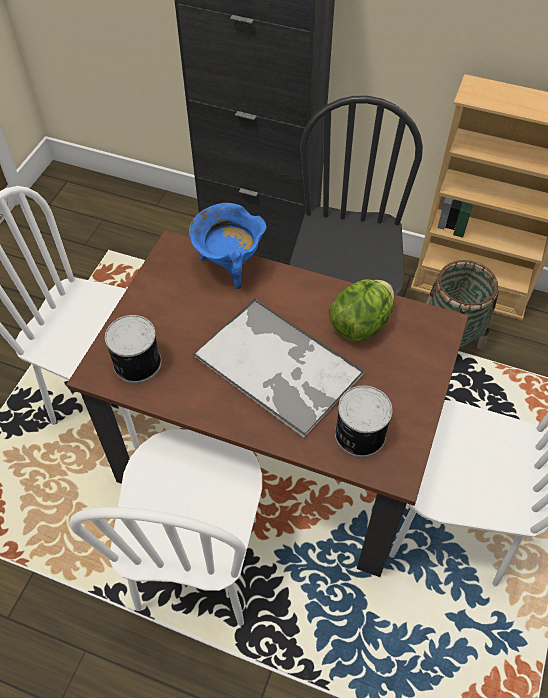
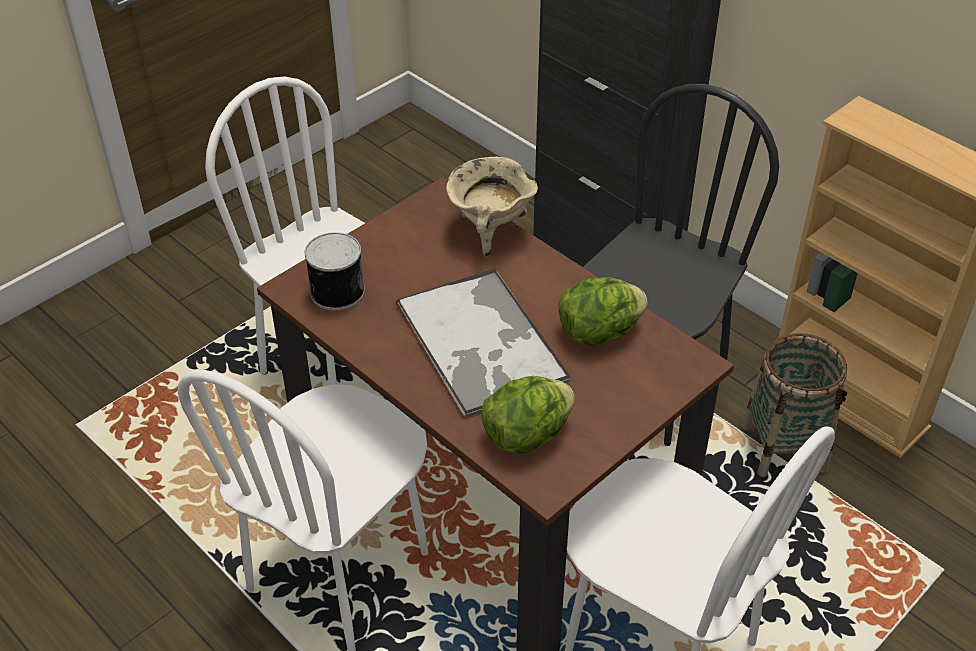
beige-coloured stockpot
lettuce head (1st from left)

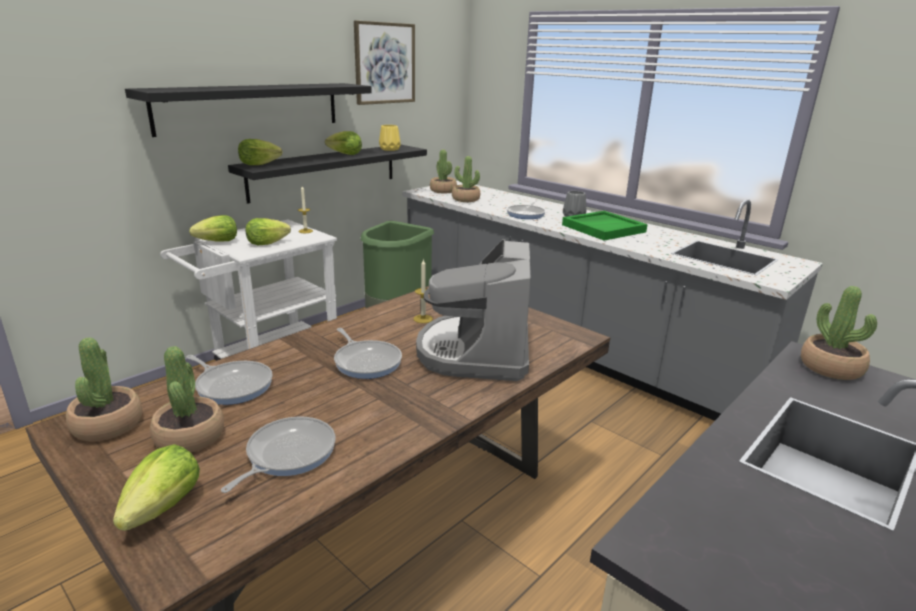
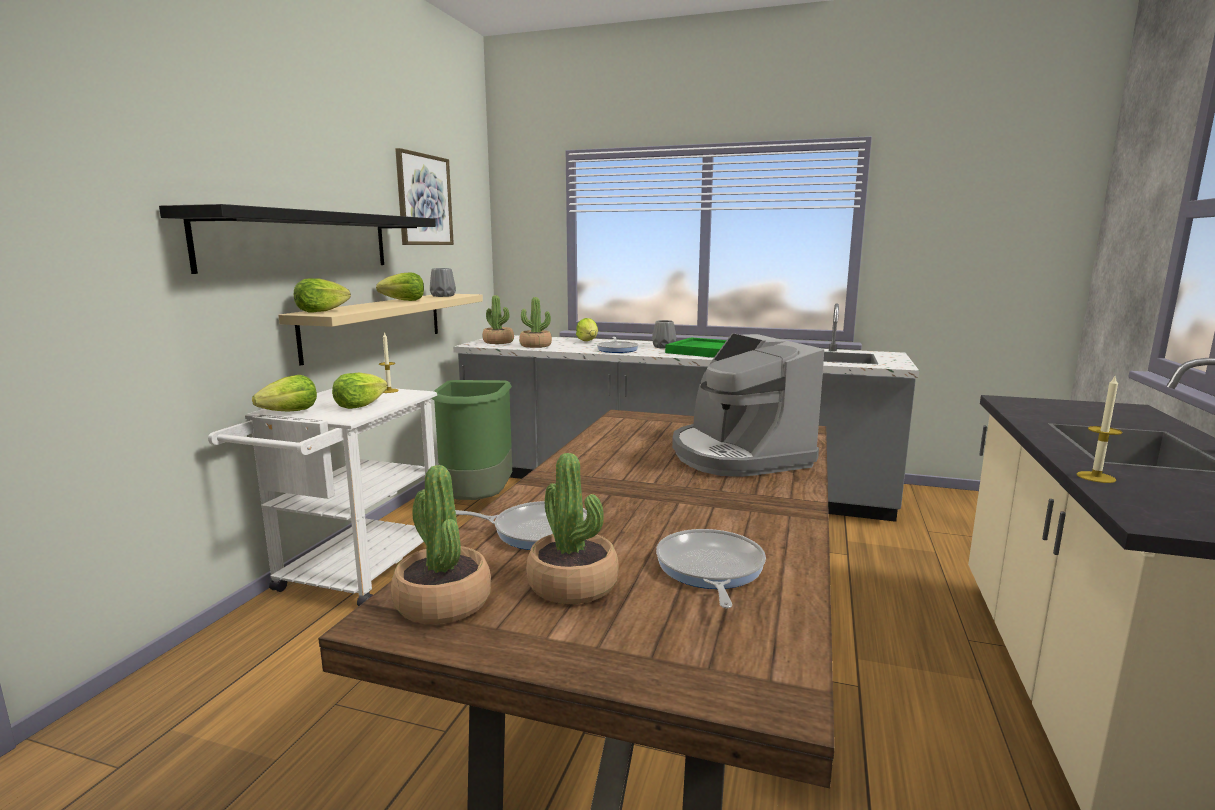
grey flower vase (1st from left)
beige-coloured shelf
candle (2nd from left)
houseplant (5th from left in the first image)
frying pan (3rd from left in the first image)
lettuce head (5th from left)

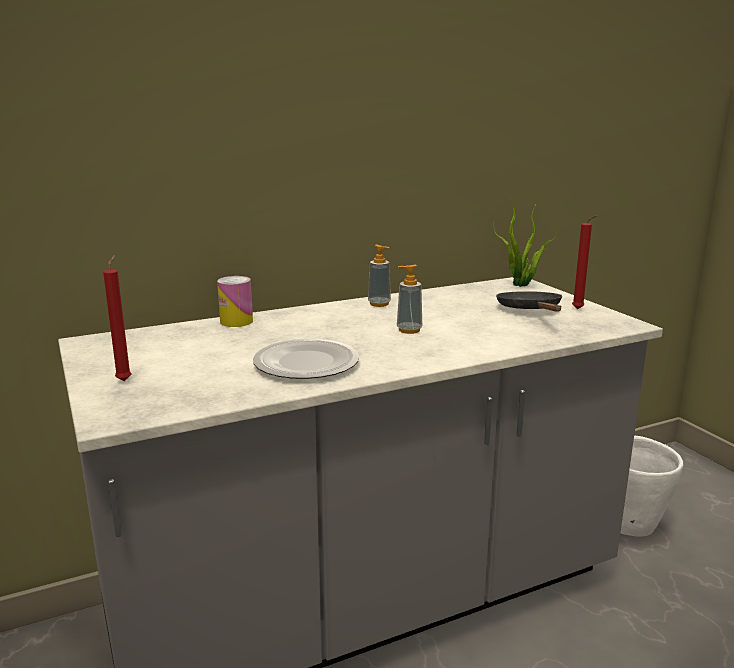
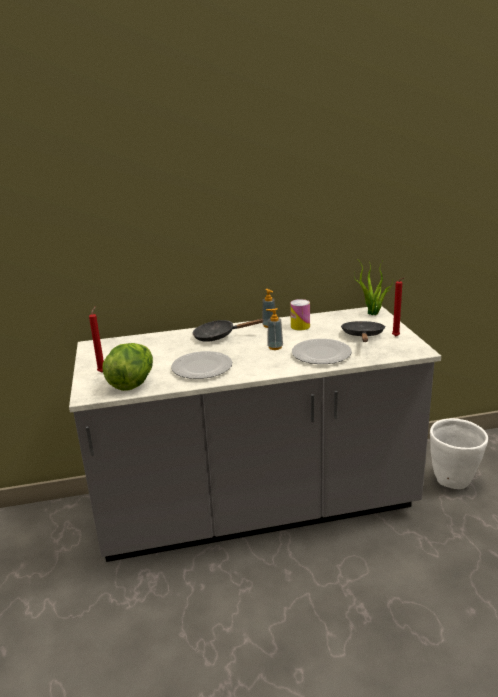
metal can
blackish frying pan (1st from left)
plate (2nd from left)
lettuce head

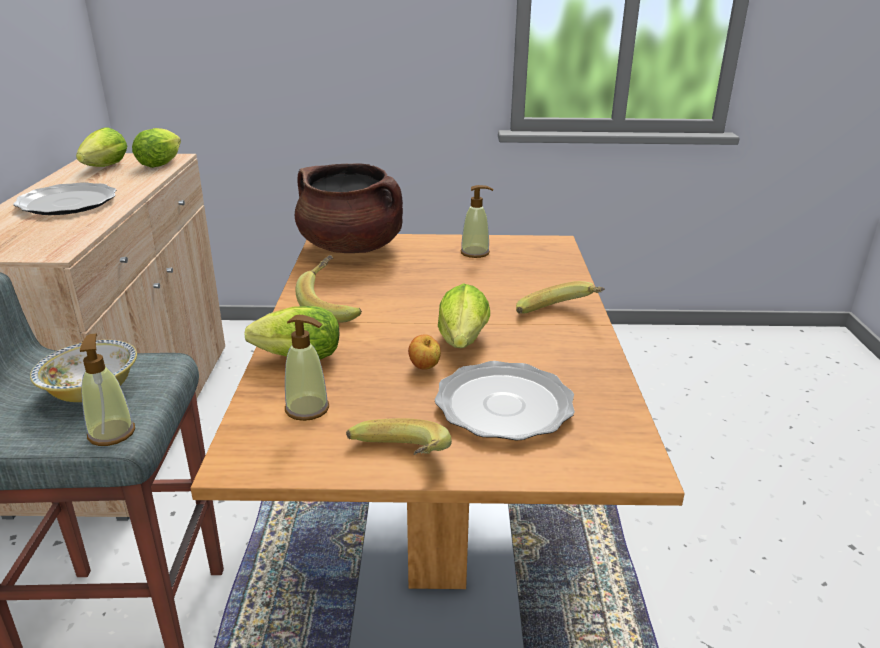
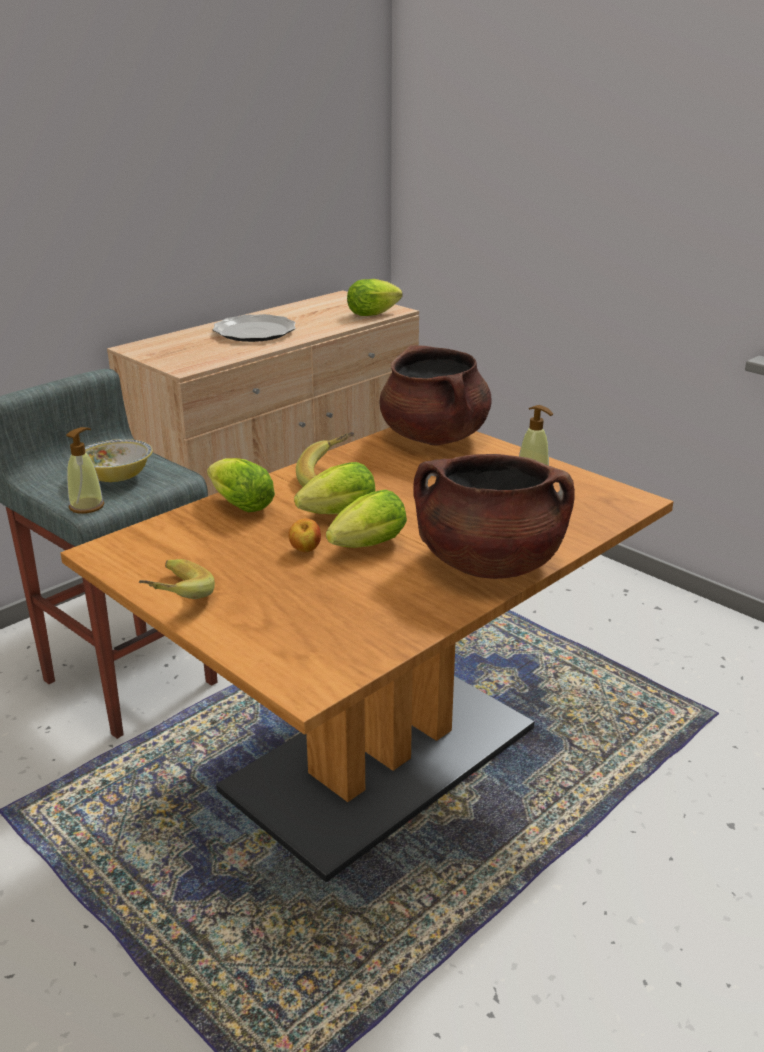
lettuce head (2nd from left)
brown-coloured stockpot (2nd from left)
soap bottle (2nd from left in the first image)
plate (2nd from left in the first image)

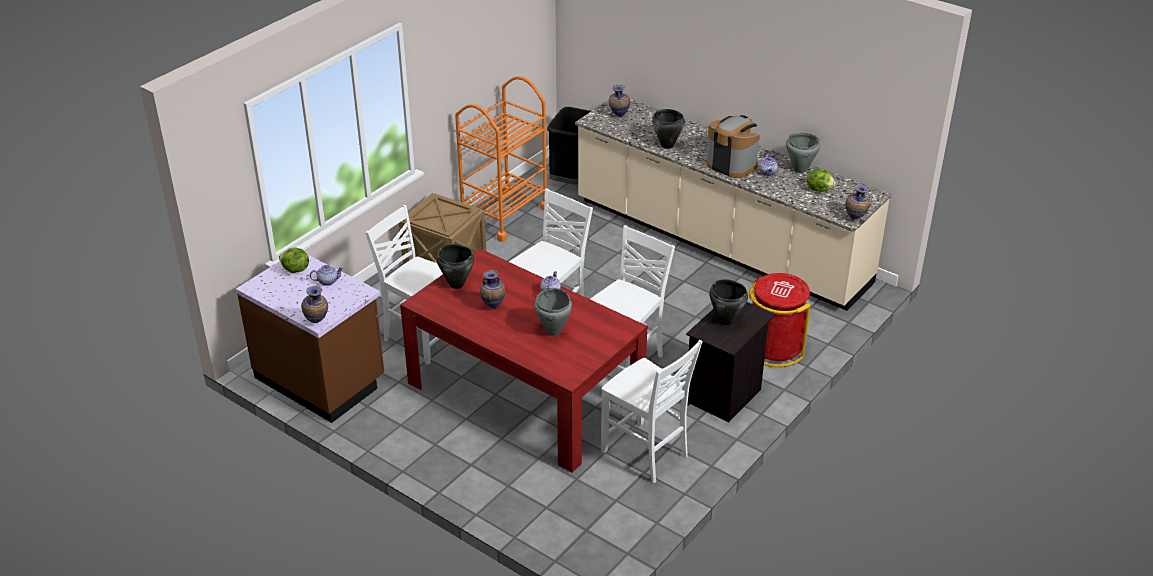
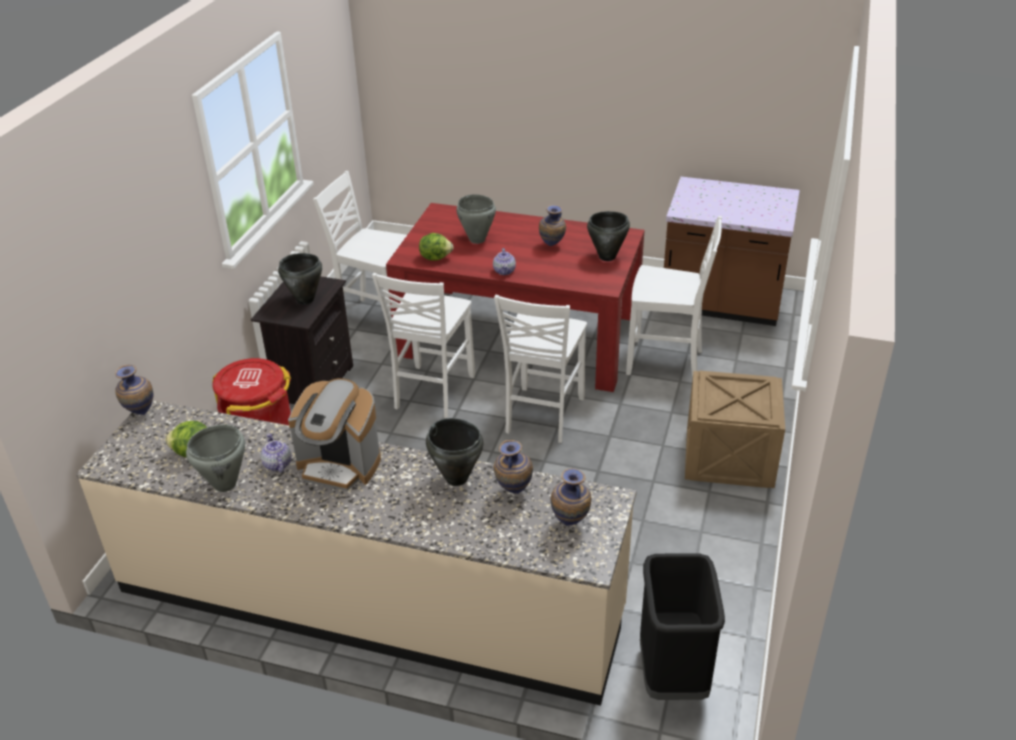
orange-coloured cart
lettuce head (2nd from left)
teapot (1st from left in the first image)
flower vase (2nd from left)

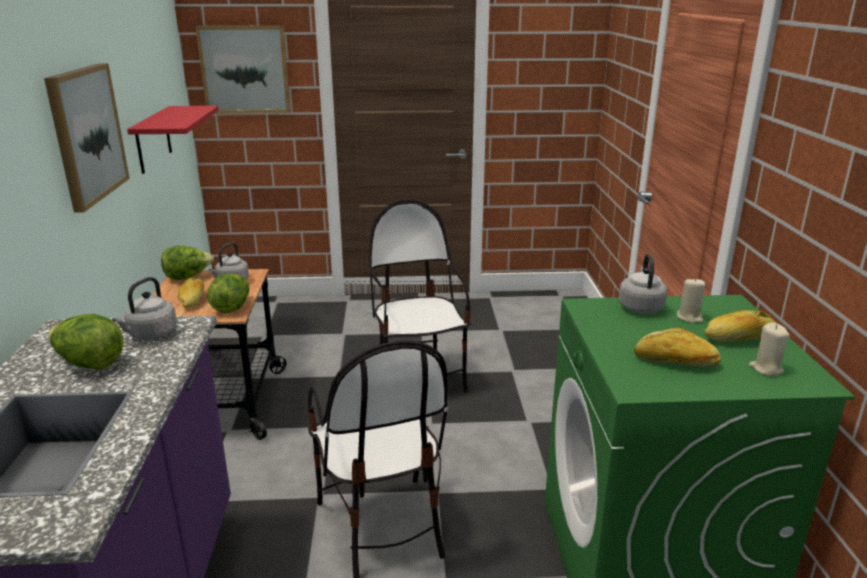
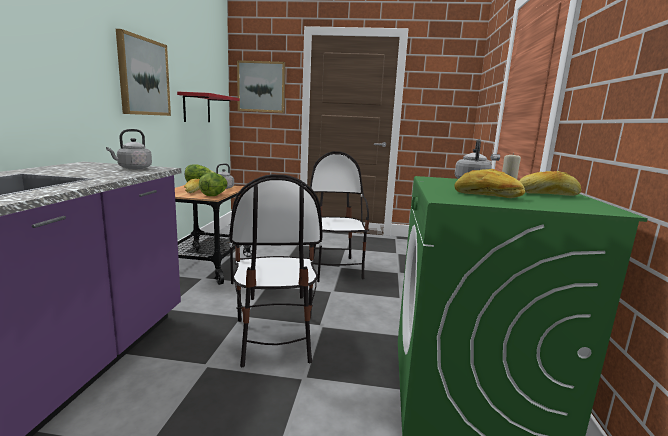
lettuce head (1st from left in the first image)
beige-coloured candle (2nd from left in the first image)

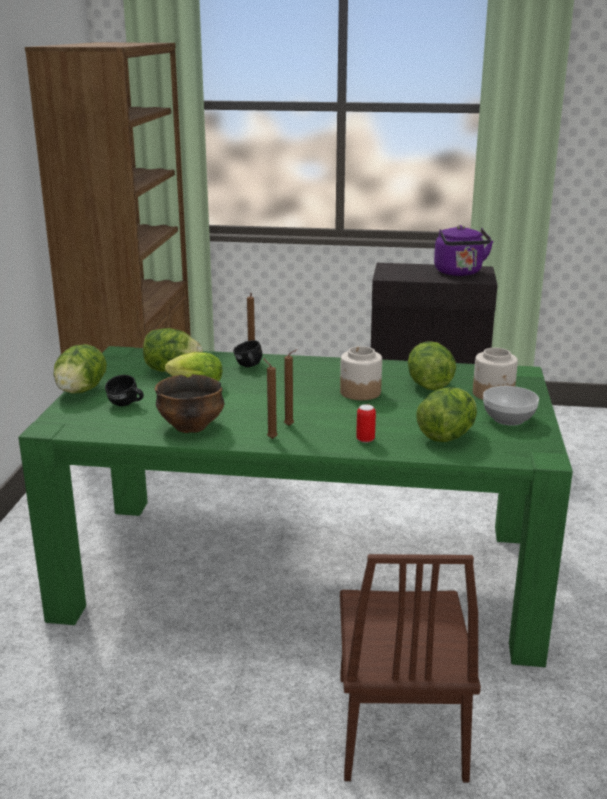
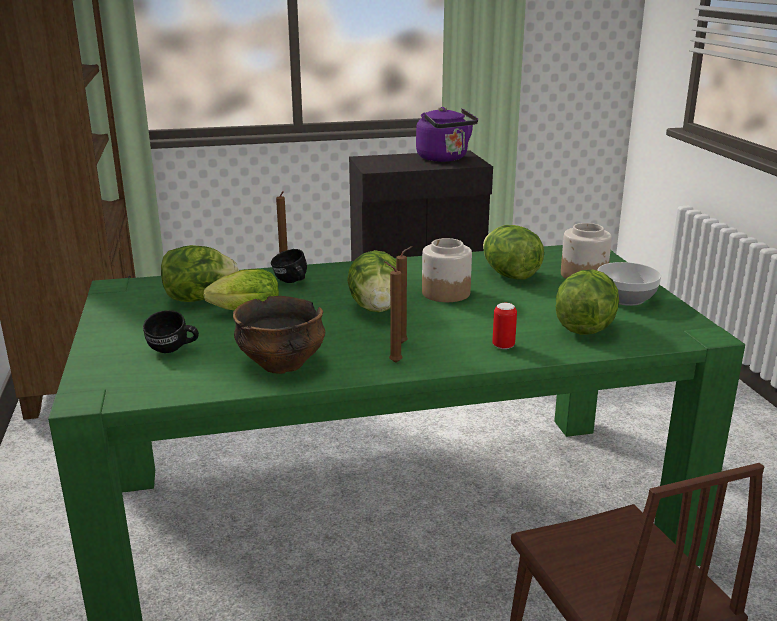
lettuce head (3rd from left)

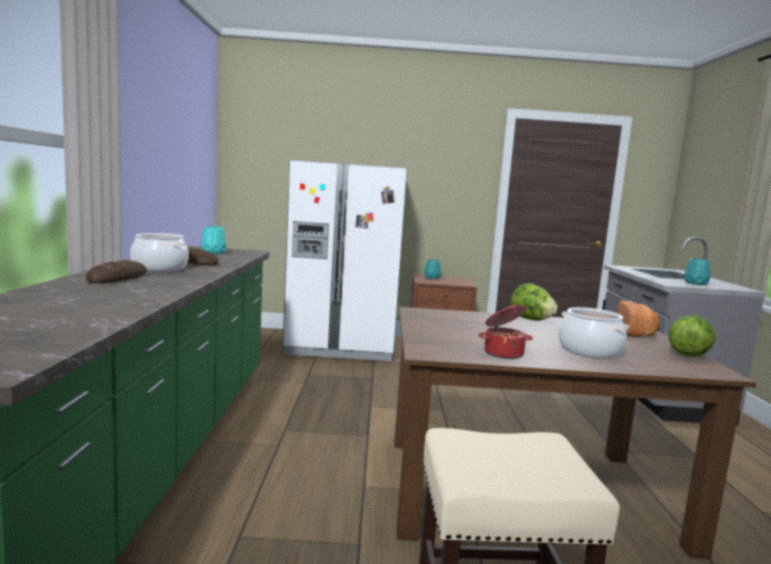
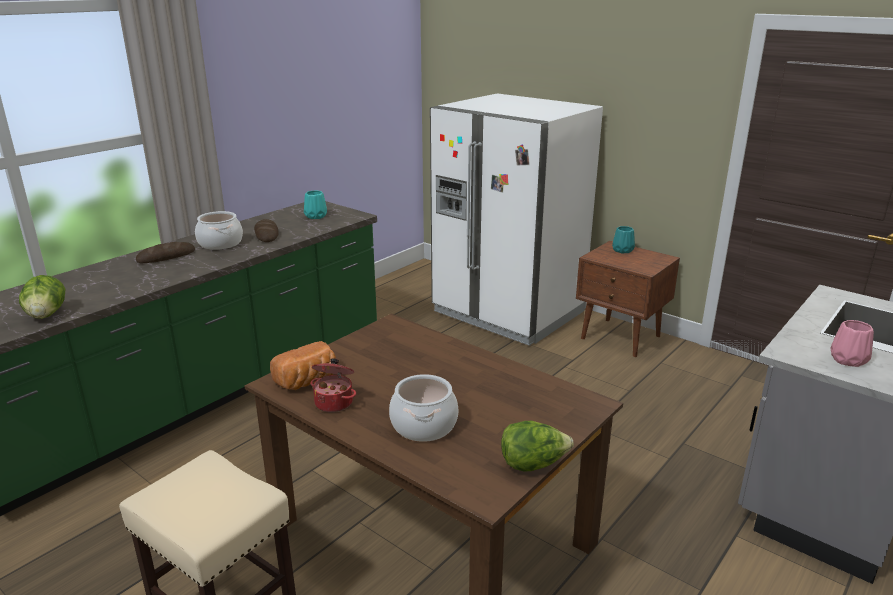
pink flower vase
lettuce head (1st from left)
bread (3rd from left)

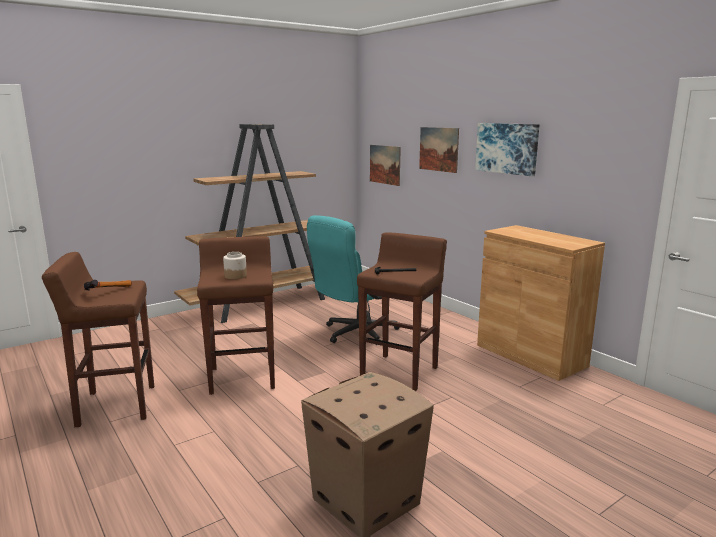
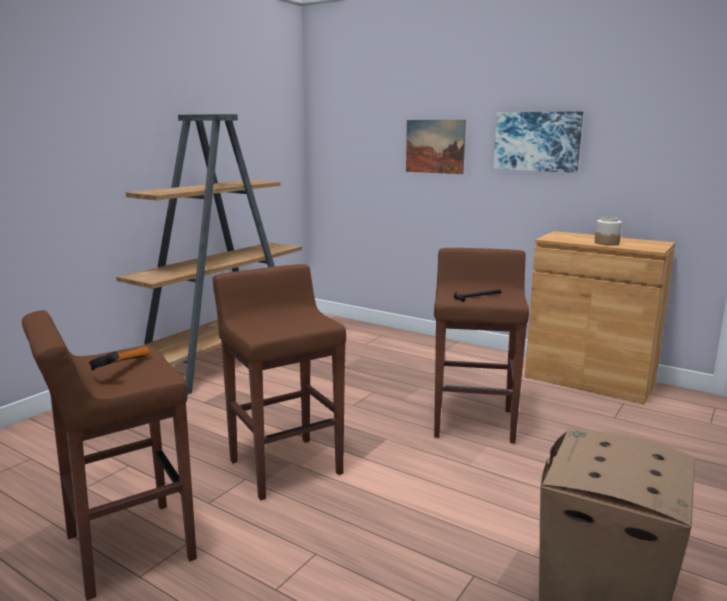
wall picture (1st from left in the first image)
turquoise-coloured computer chair
jar

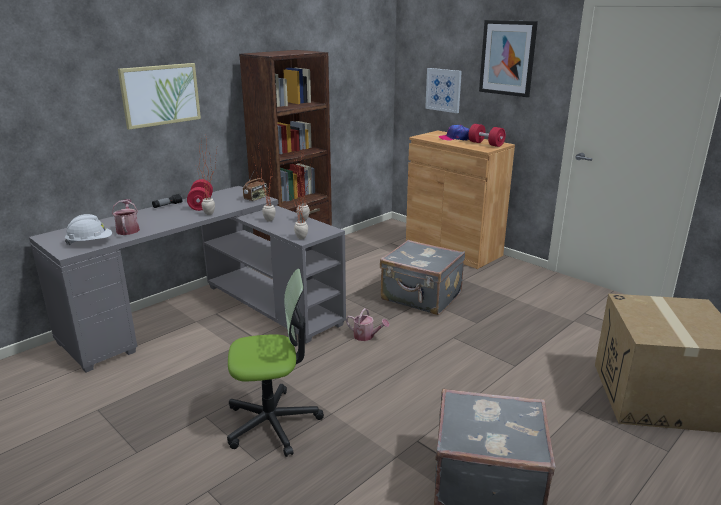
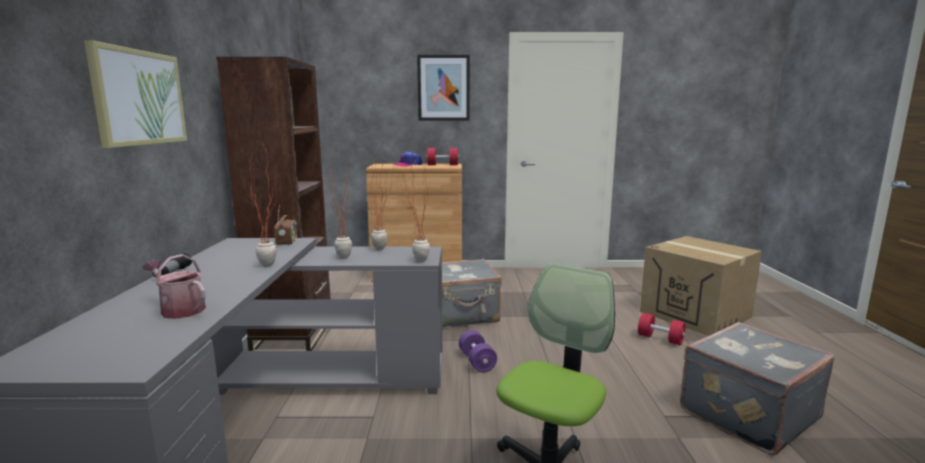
wall picture (2nd from left in the first image)
red-coloured hand weight (2nd from left)
white safety helmet
purplish hand weight

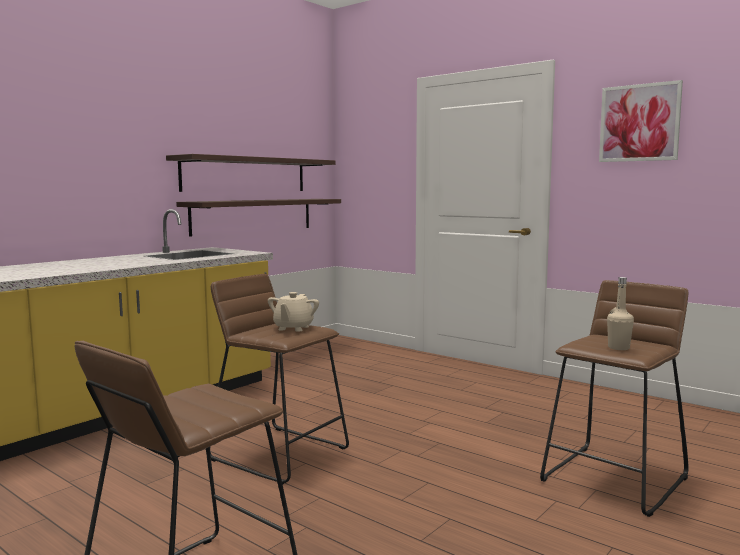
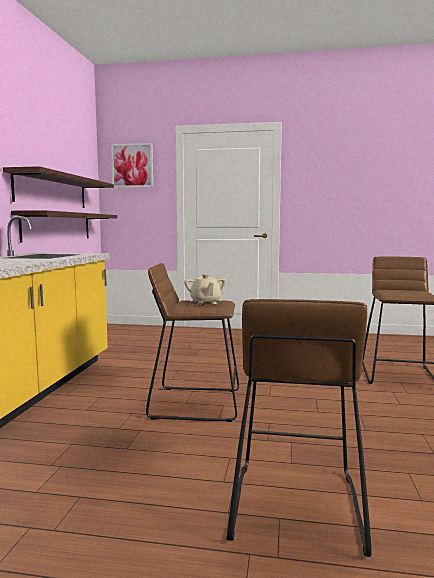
wall picture
beige-coloured bottle

